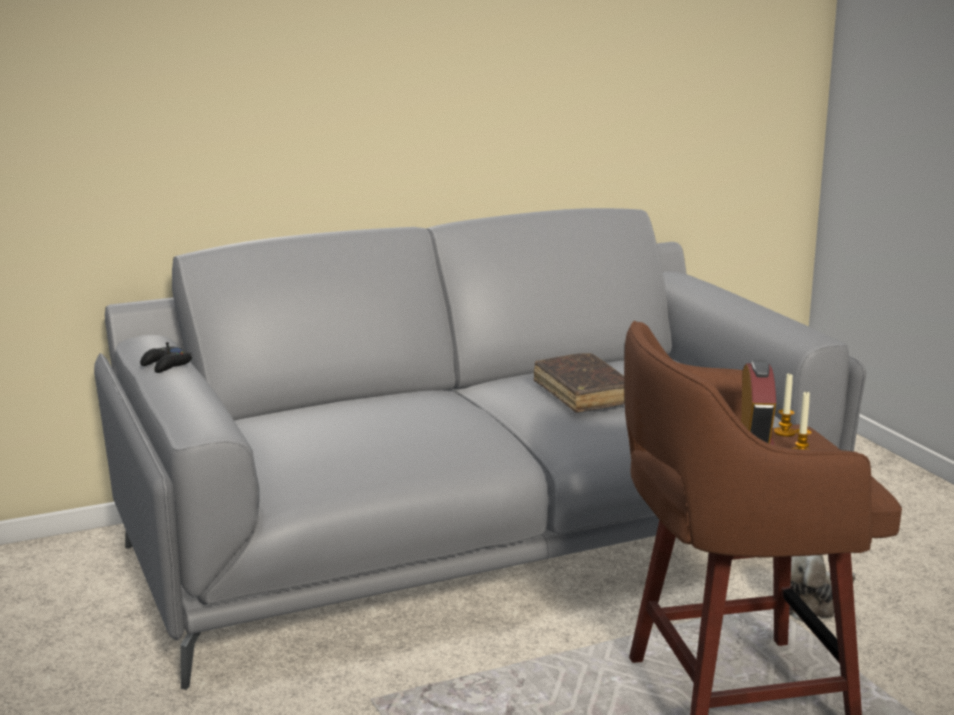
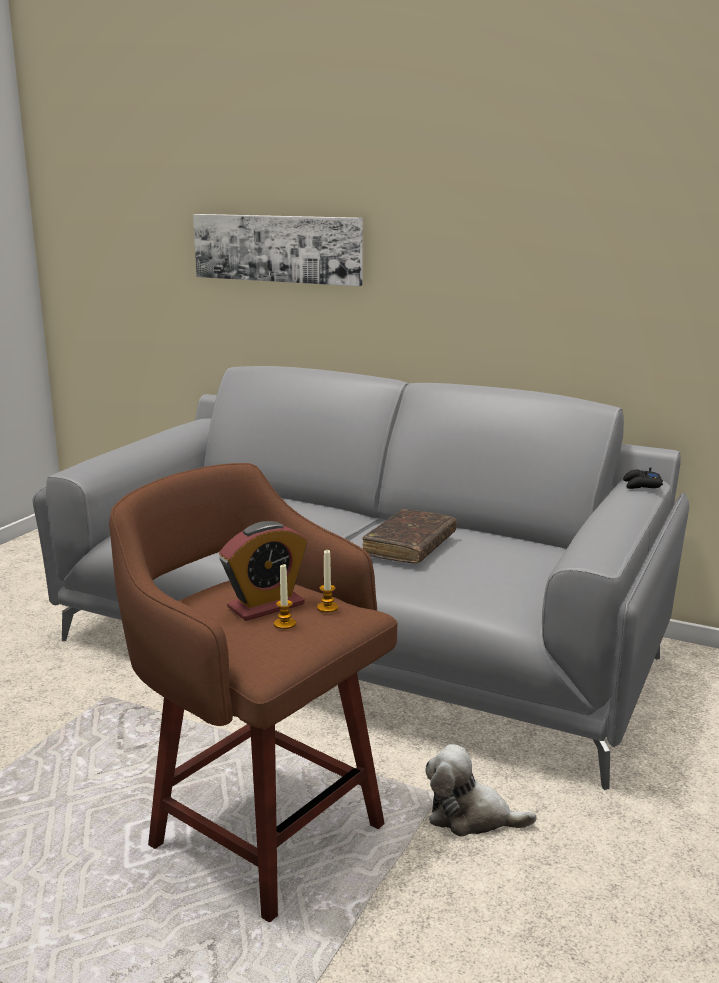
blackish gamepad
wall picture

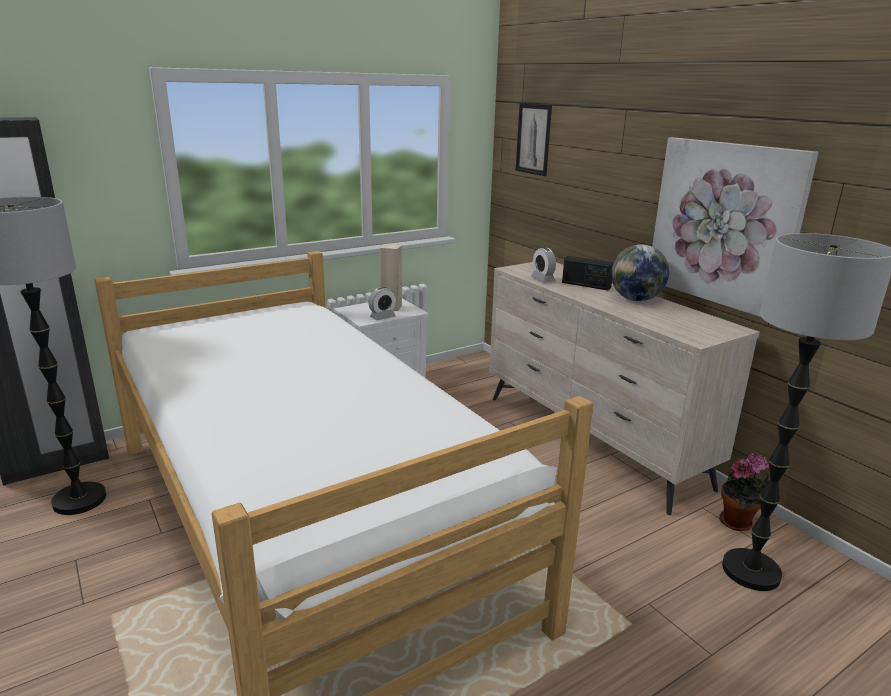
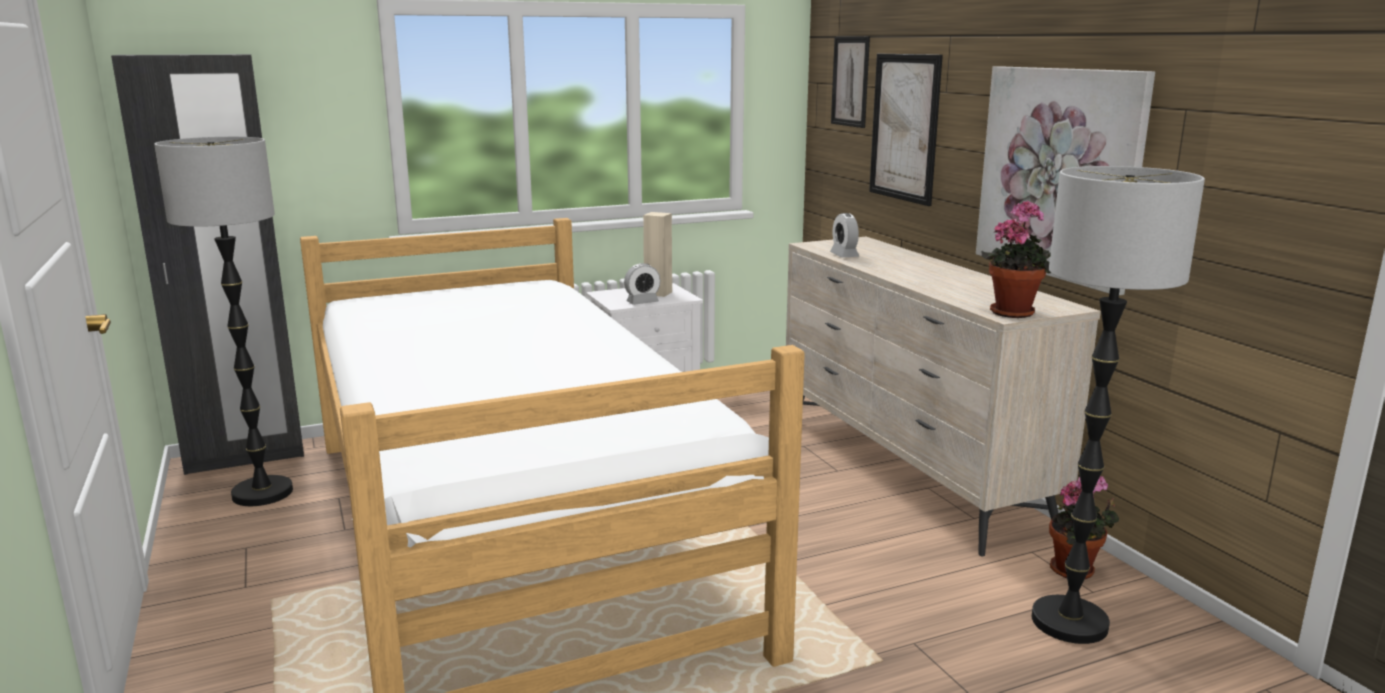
globe
radio receiver
wall picture (2nd from left)
houseplant (1st from left)

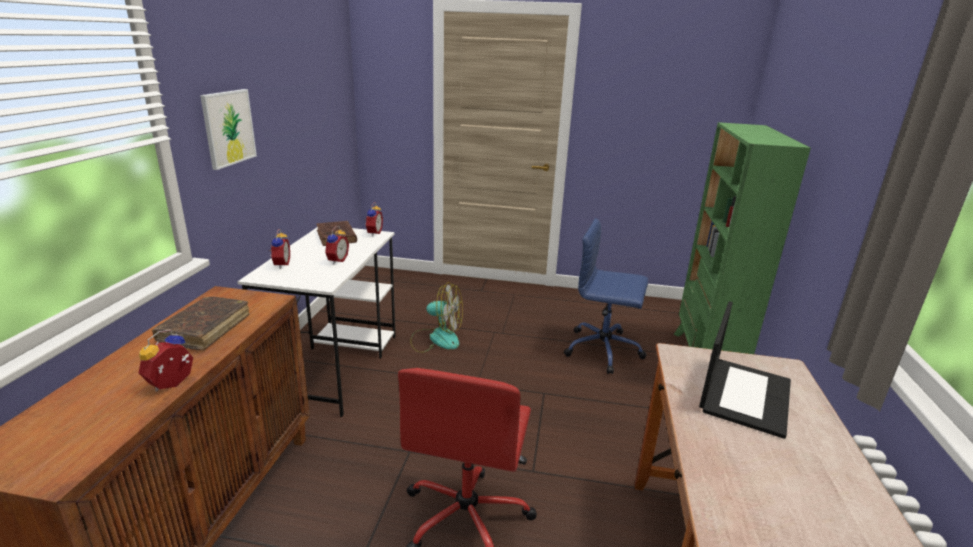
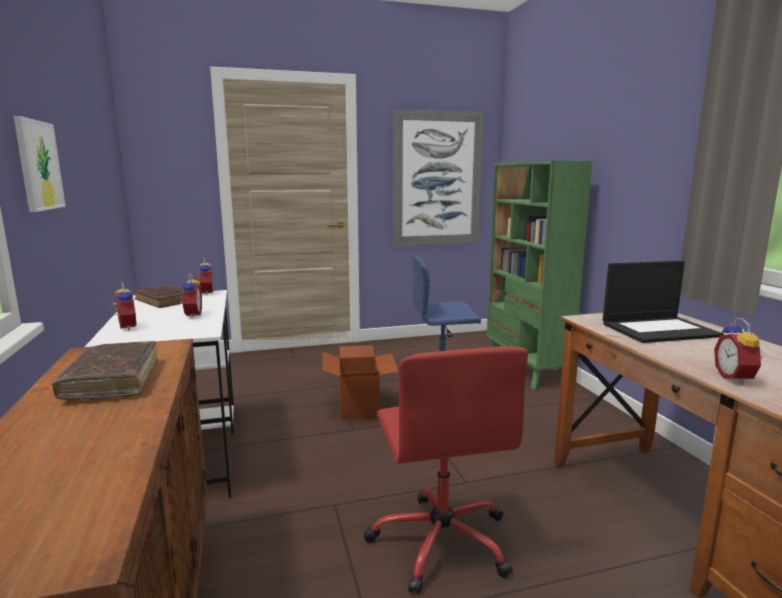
cooling fan
laptop
alarm clock (4th from left)
wall picture (2nd from left)
carton

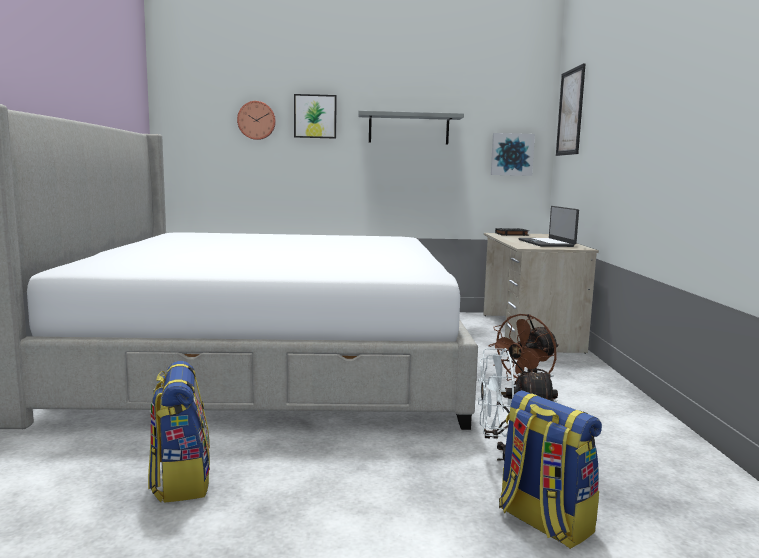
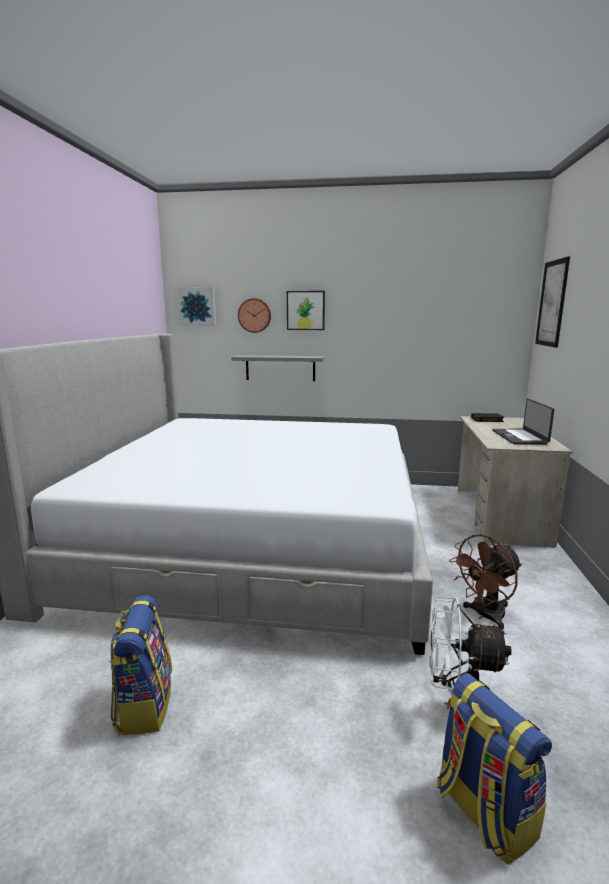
grey shelf
wall picture (1st from left)

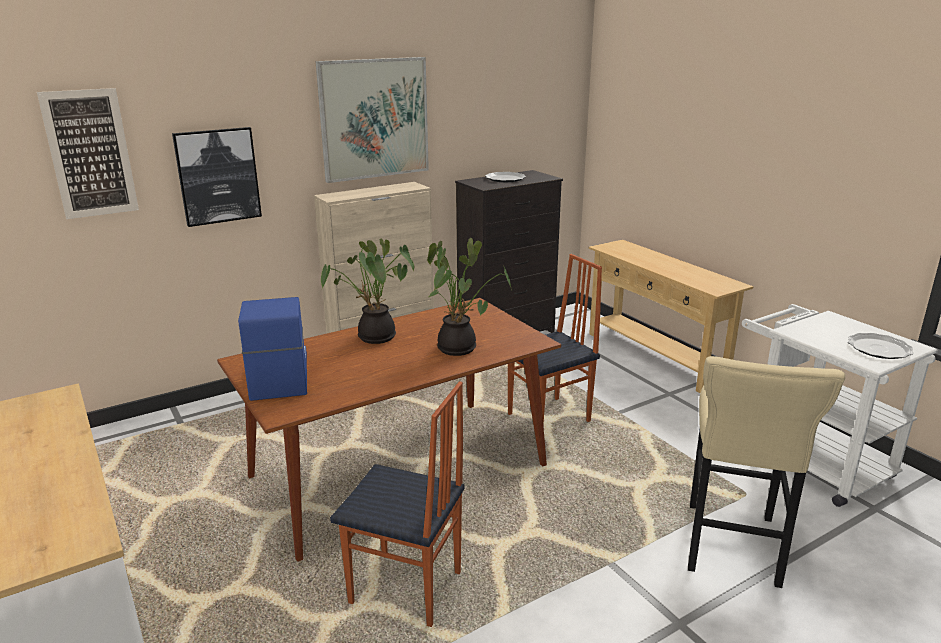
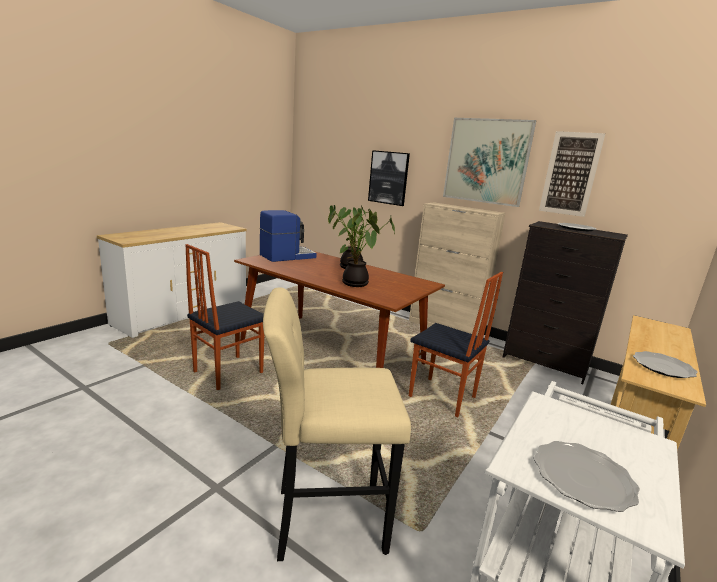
wall picture (3rd from left)
upright chair (1st from left)
plate (3rd from left)

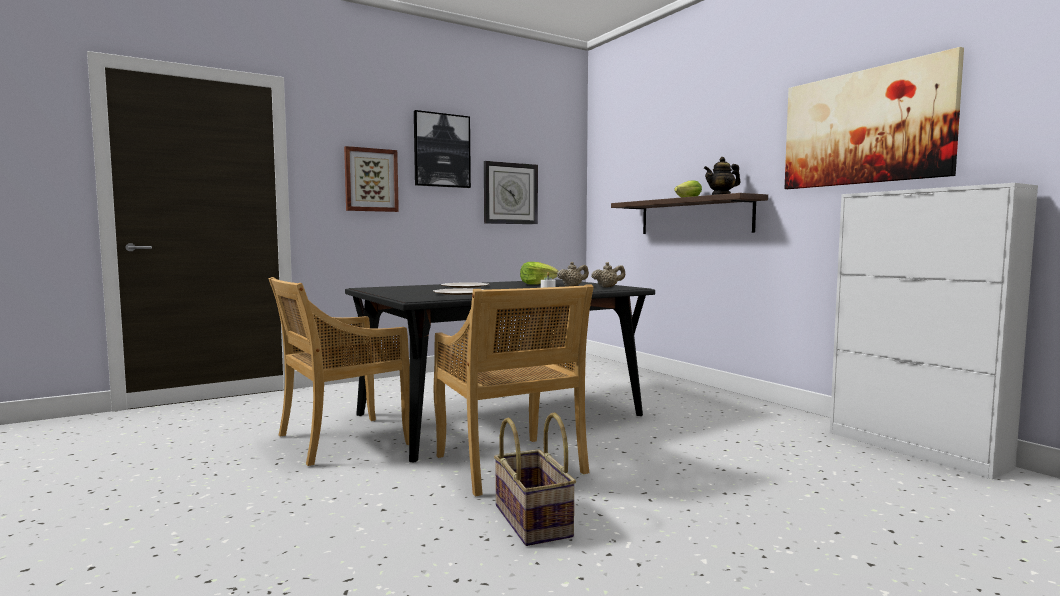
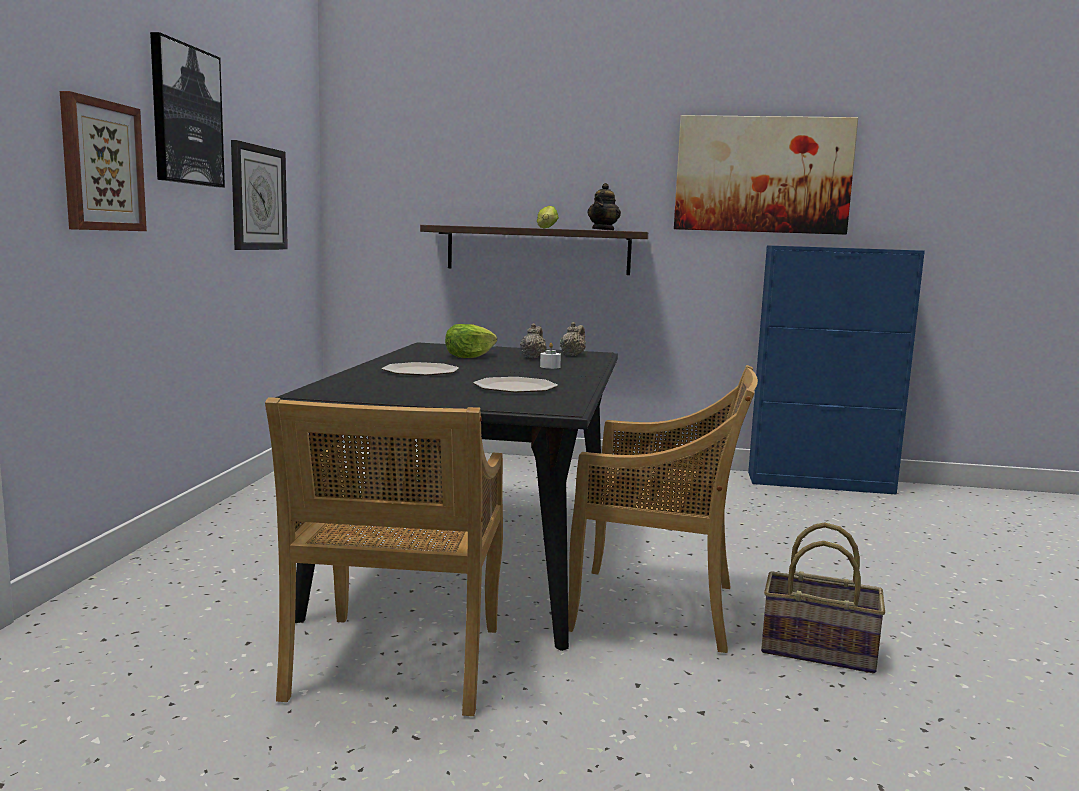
blue cabinet

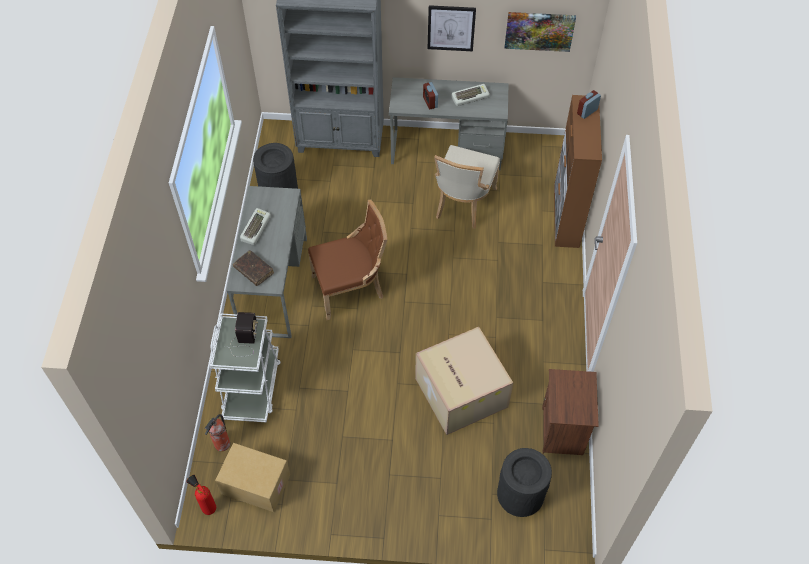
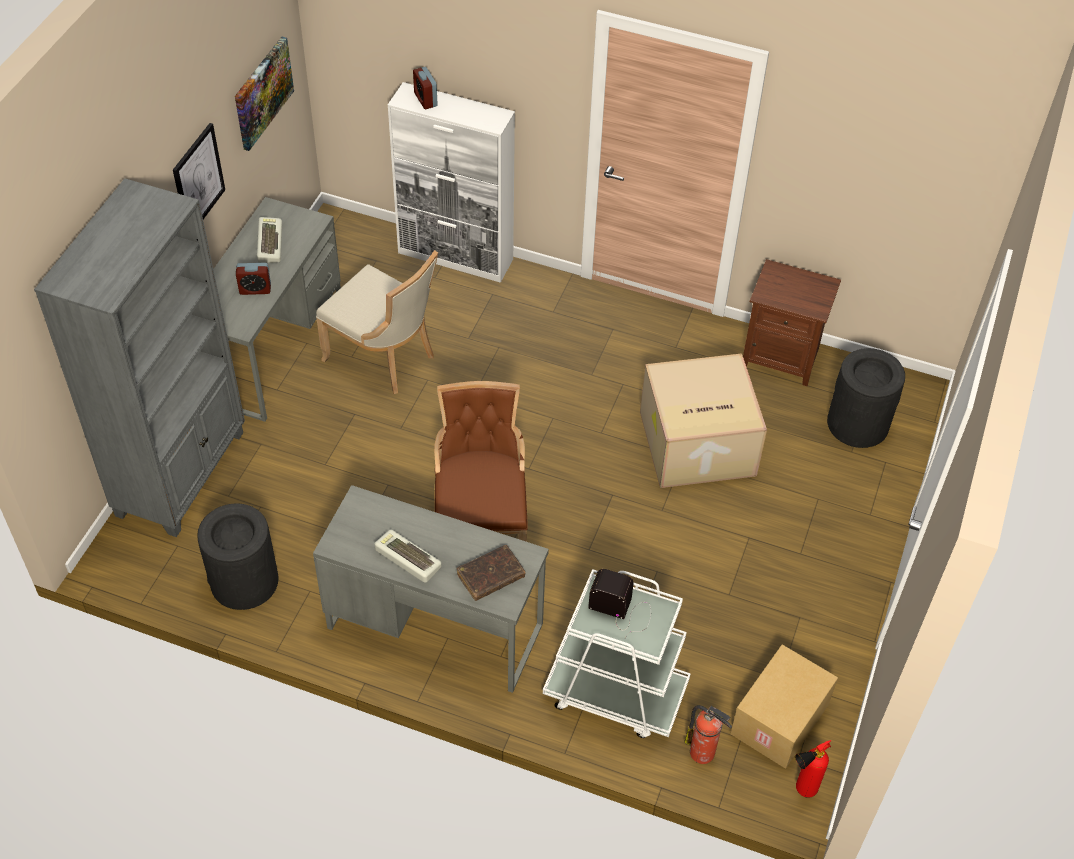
white cabinet

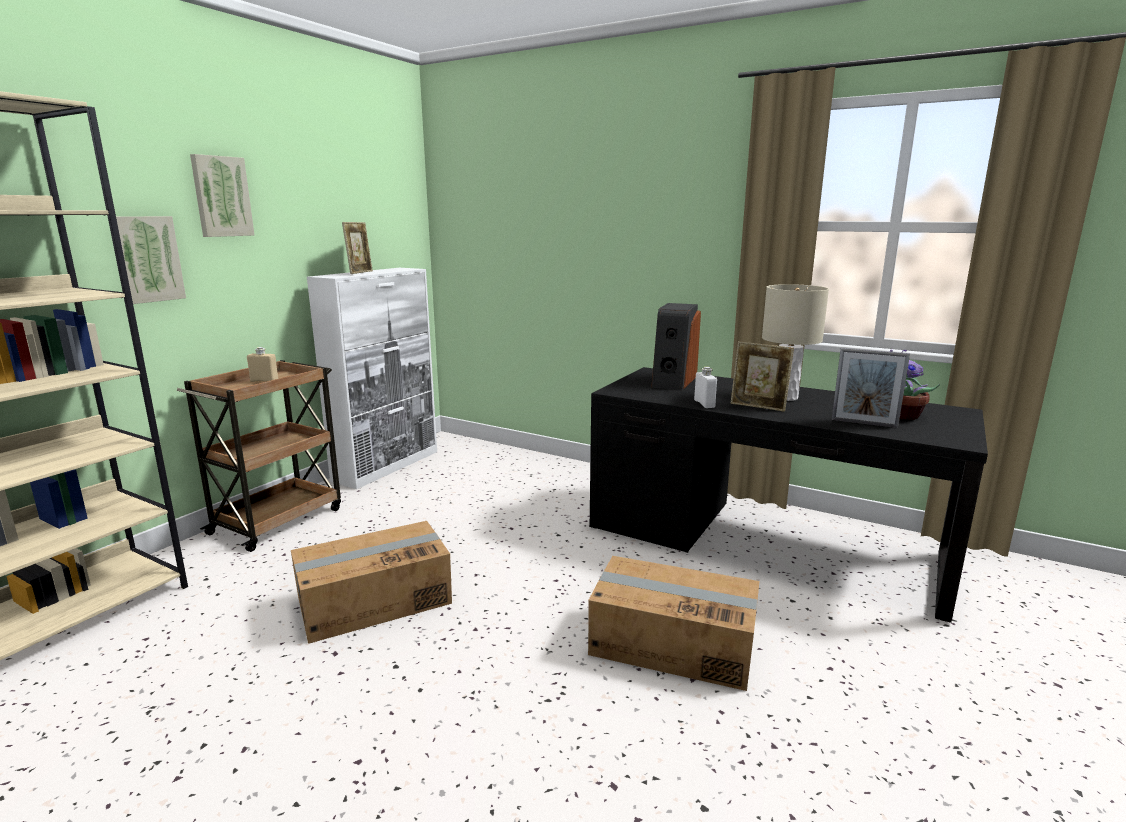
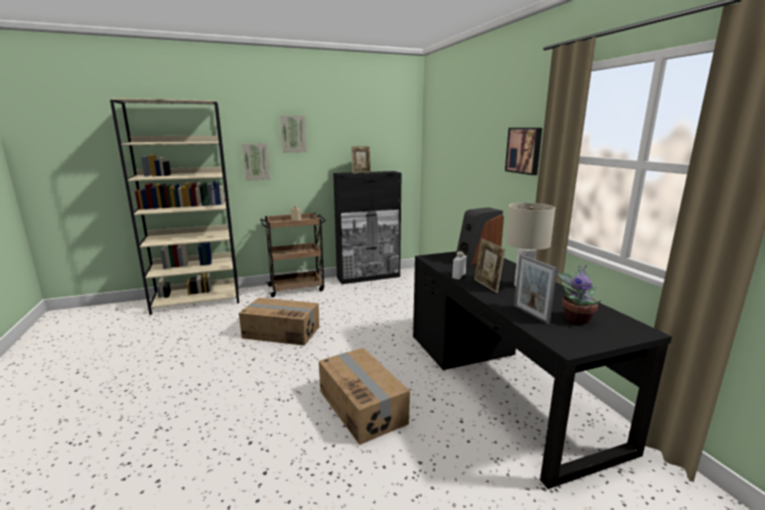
blackish cabinet
wall picture (3rd from left)

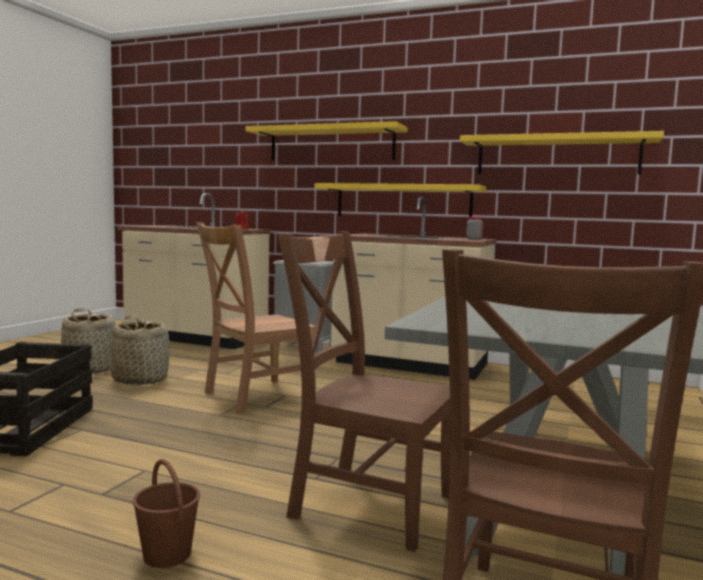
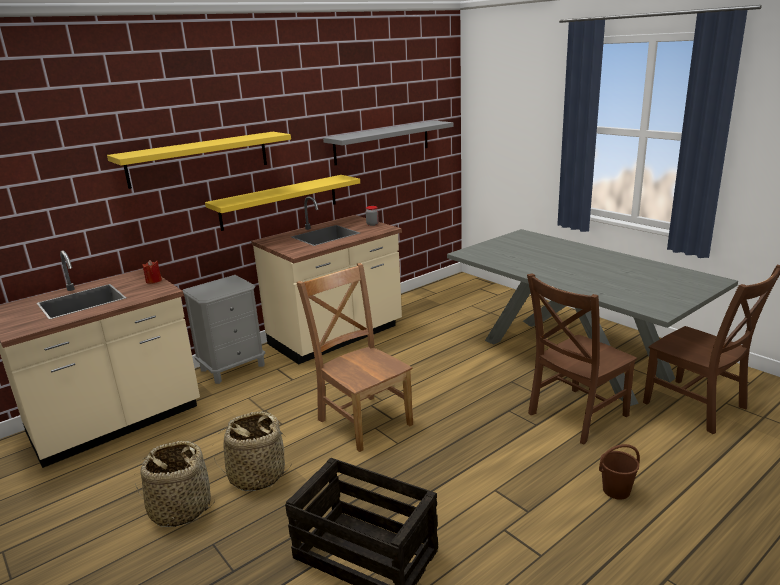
grey shelf
brown-coloured upright chair (1st from left)

